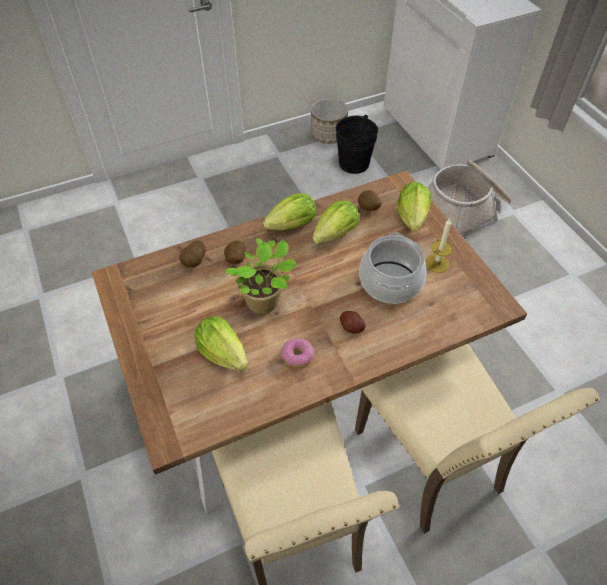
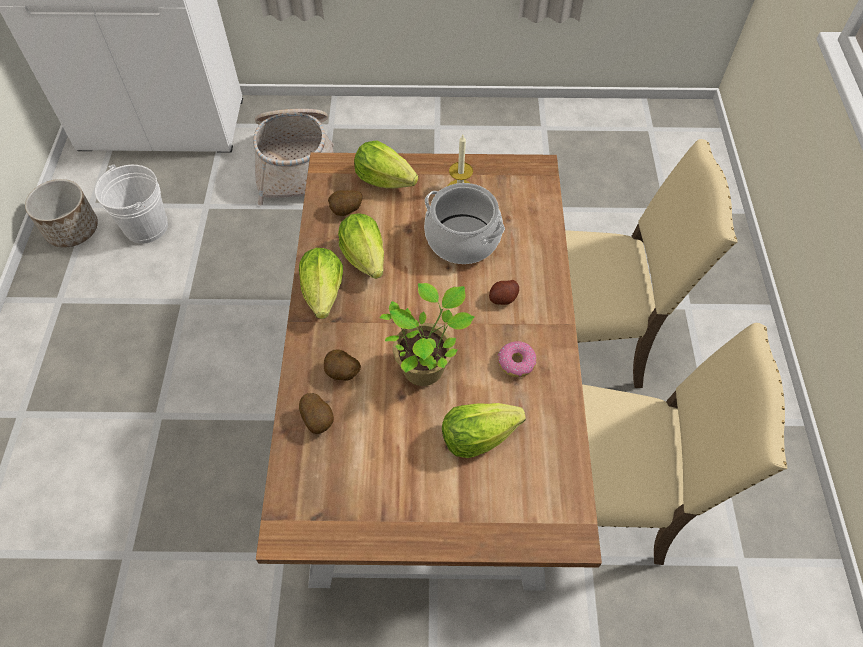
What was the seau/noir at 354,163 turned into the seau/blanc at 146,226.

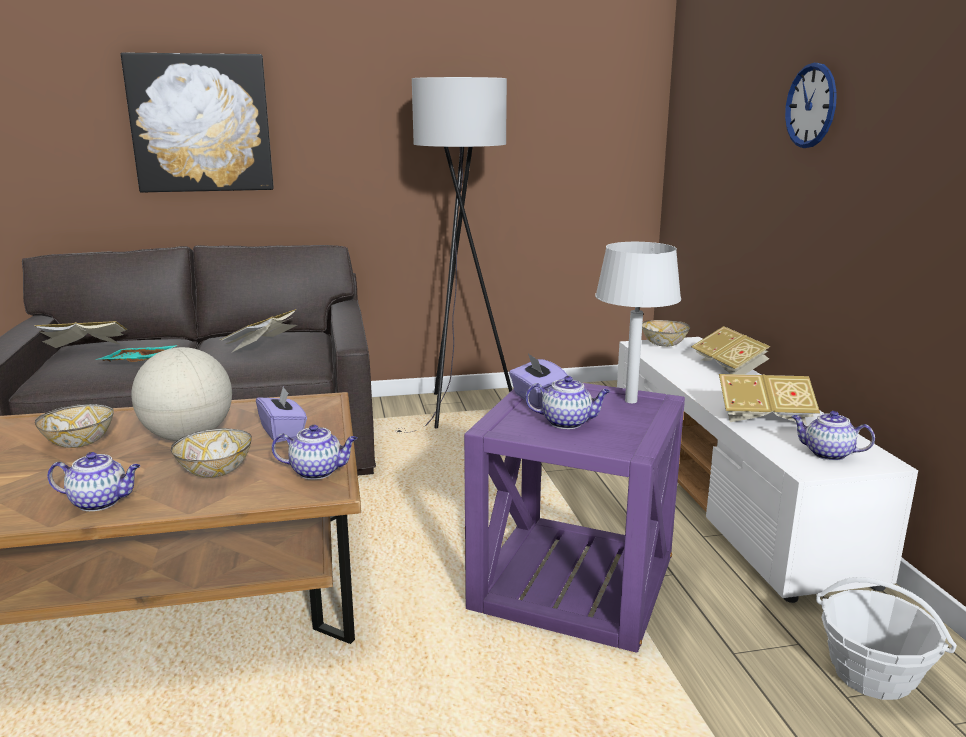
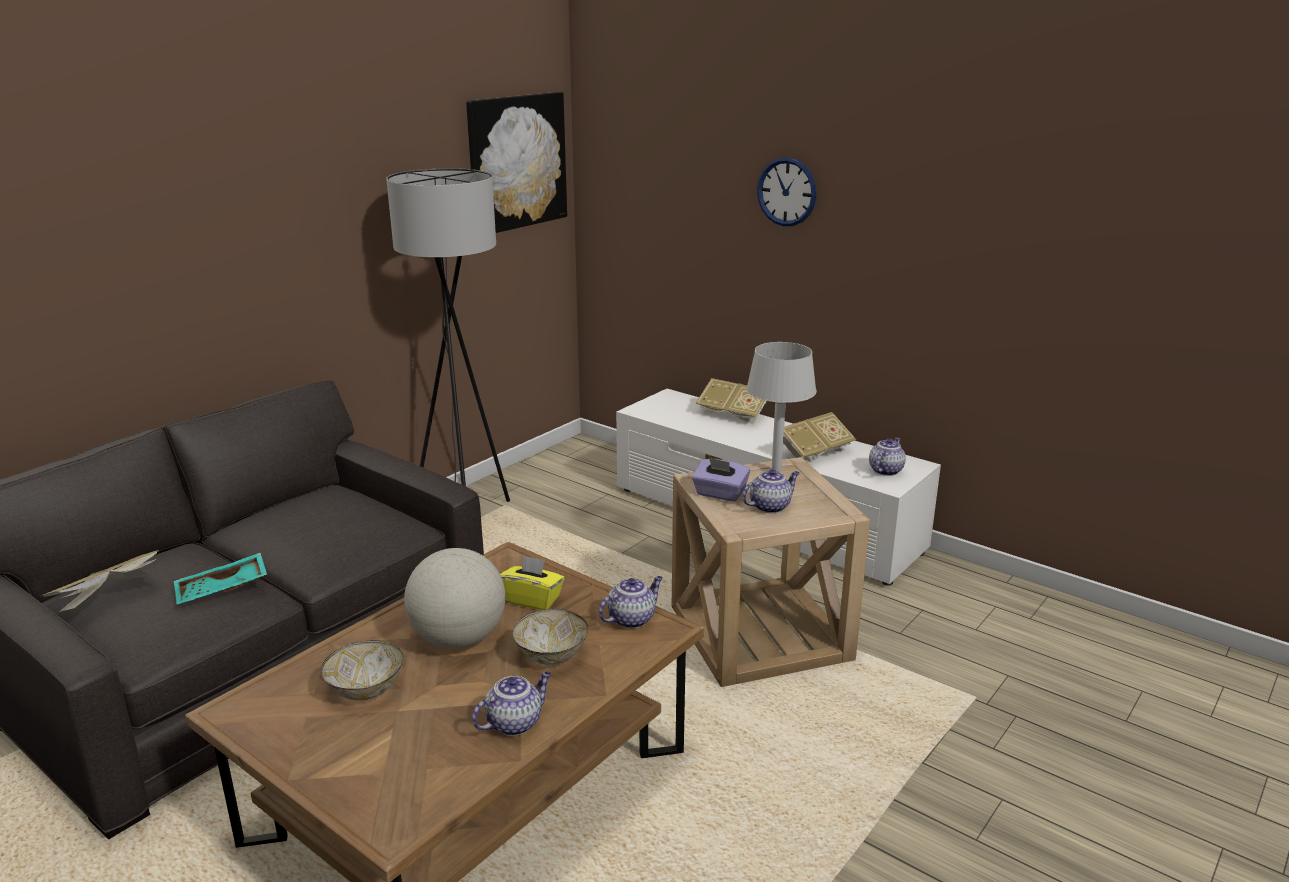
The tableau ended up elsewhere, having gone from 201,123 to 516,162.
What was the boîte à mouchoirs/violet at 283,432 turned into the boîte à mouchoirs/jaune at 532,599.
What was the table d'appoint/violet at 574,582 turned into the table d'appoint/beige at 759,633.
The théière at 827,454 ended up facing another way, 135 degrees clockwise from before.
The second view lost the livre at 262,346.
The second view lost the bol at 664,344.
The second view lost the panier at 872,674.

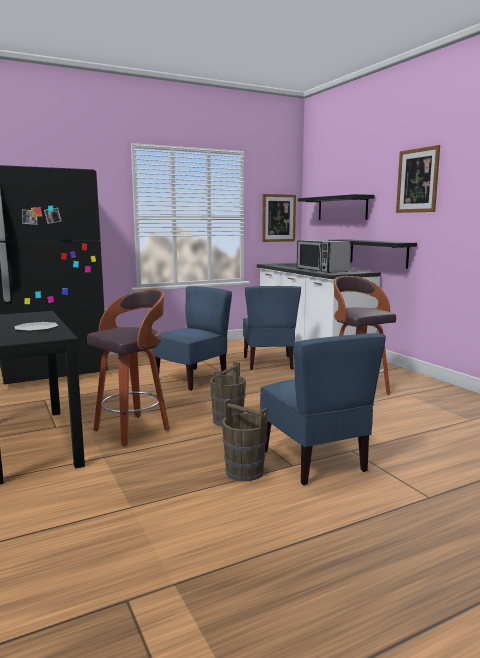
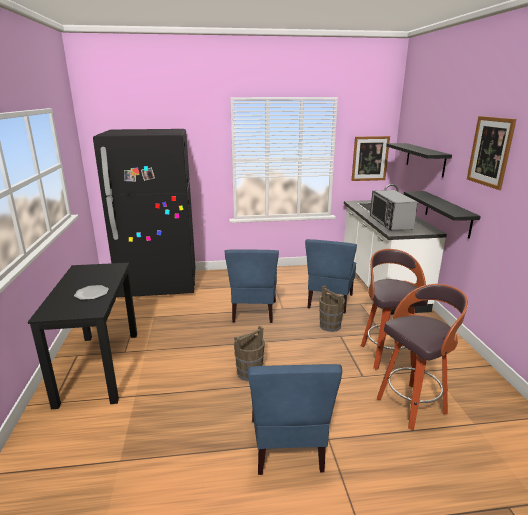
The chaise/bleu at 191,379 ended up facing another way, 120 degrees clockwise from before.
The seau/marron ended up elsewhere, having gone from 245,472 to 330,326.
The tabouret ended up elsewhere, having gone from 133,429 to 412,405.

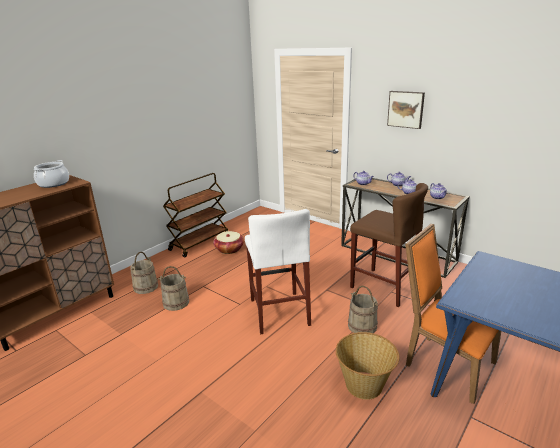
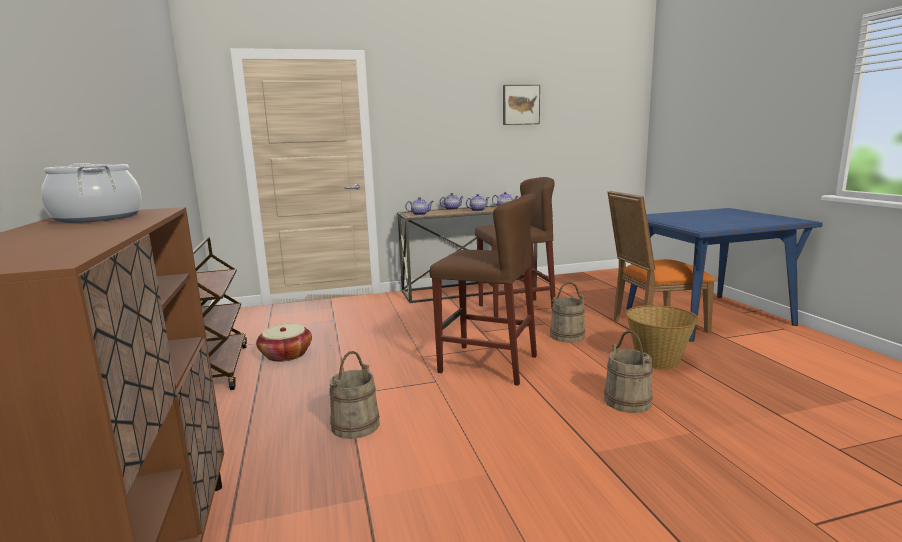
What was the tabouret/blanc at 279,312 turned into the tabouret/marron at 488,364.
The tableau ended up elsewhere, having gone from 406,109 to 520,105.
The seau/beige ended up elsewhere, having gone from 145,287 to 627,401.

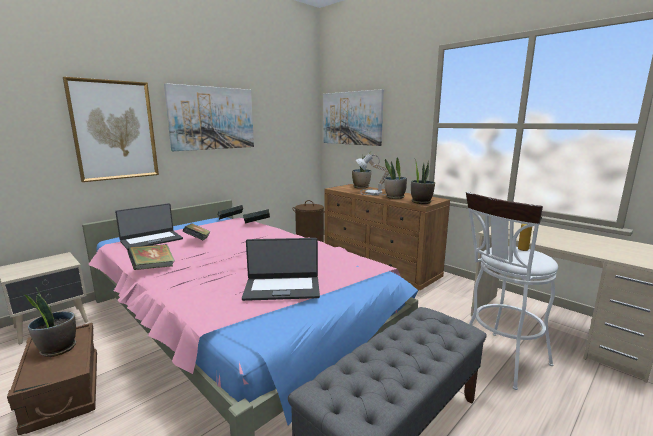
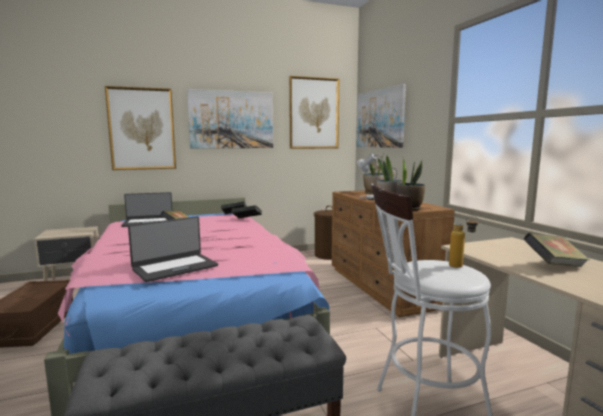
The ordinateur portable at 282,288 ended up facing another way, 60 degrees counterclockwise from before.
The second view gained the tableau at 314,113.
The livre ended up elsewhere, having gone from 153,268 to 554,265.
The second view lost the plante en pot at 57,349.

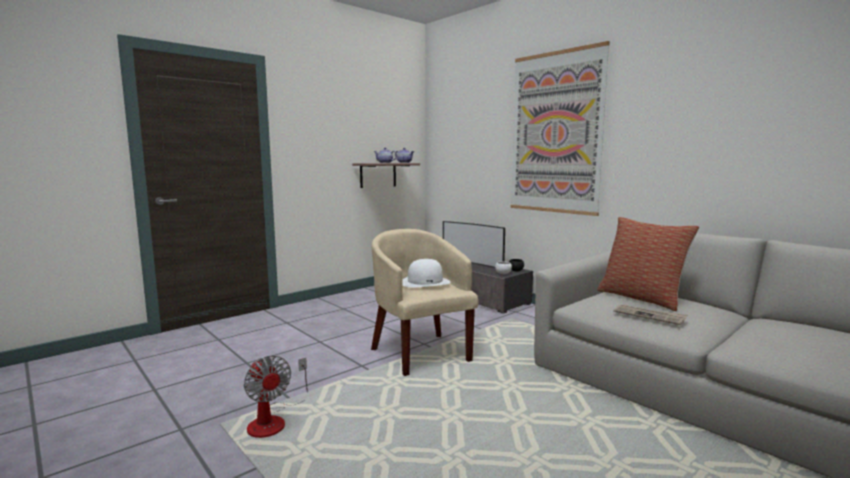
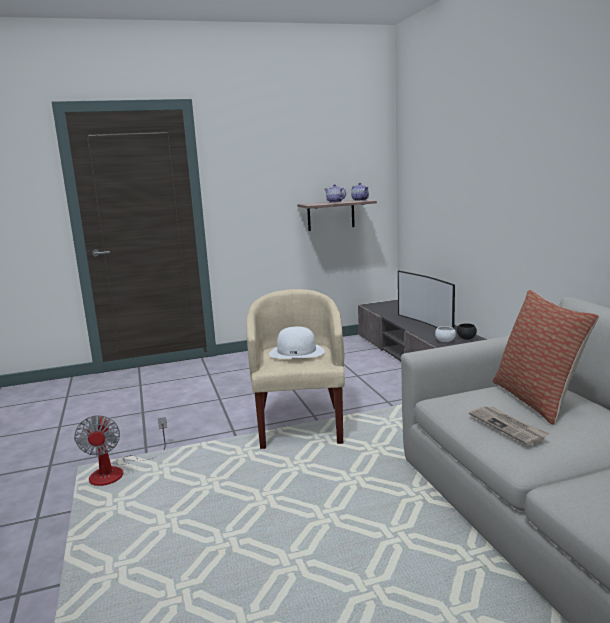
The second view lost the tableau at 555,133.

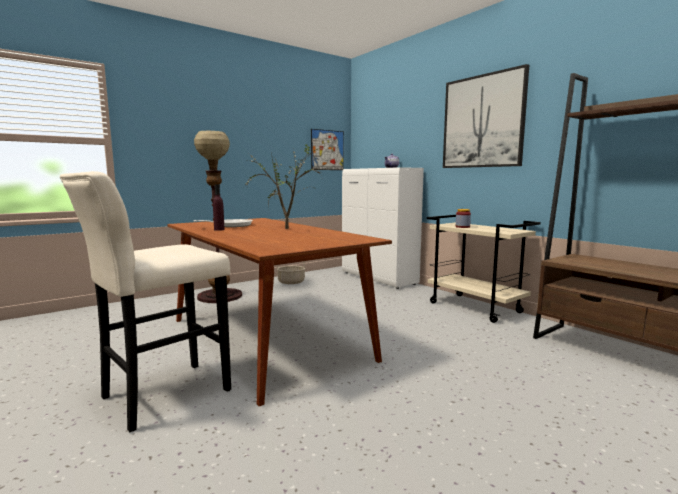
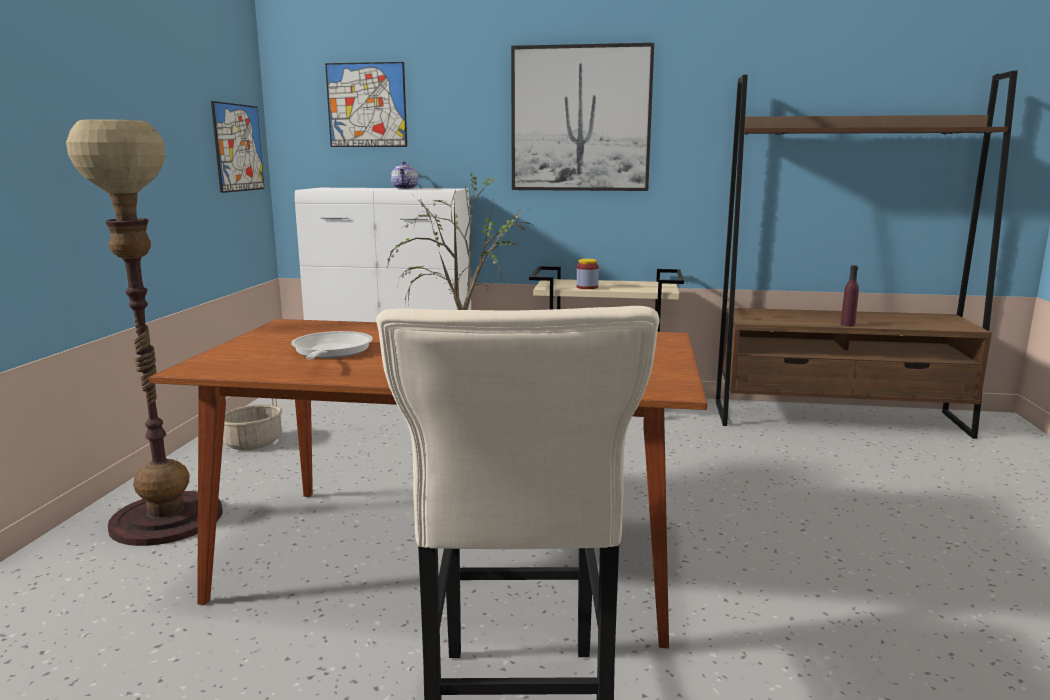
The second view gained the tableau at 366,105.
The bouteille/violet ended up elsewhere, having gone from 219,229 to 847,325.

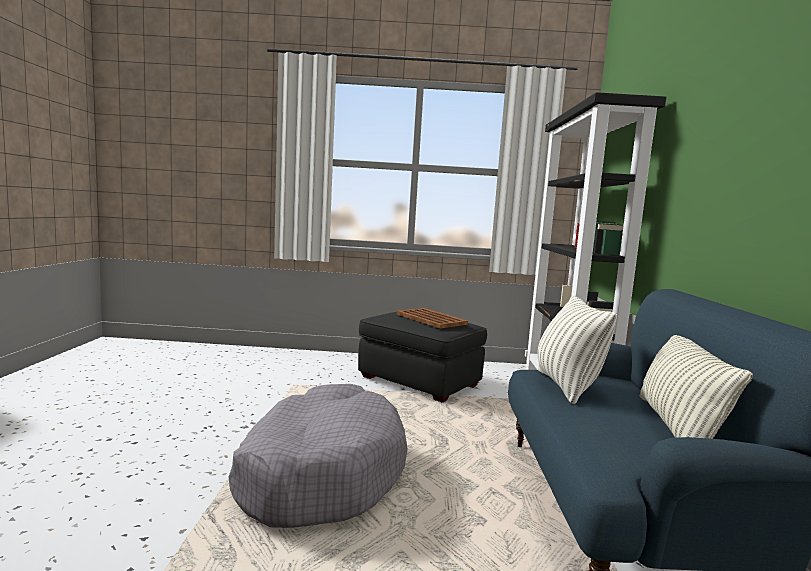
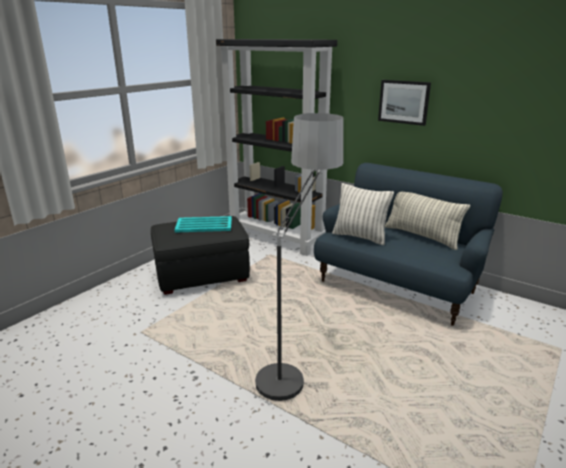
What was the plateau/marron at 431,319 turned into the plateau/turquoise at 204,225.
Where the panier pour chien/gris stood at 320,472, the lampadaire came to stand at 294,360.
The second view gained the tableau at 404,102.

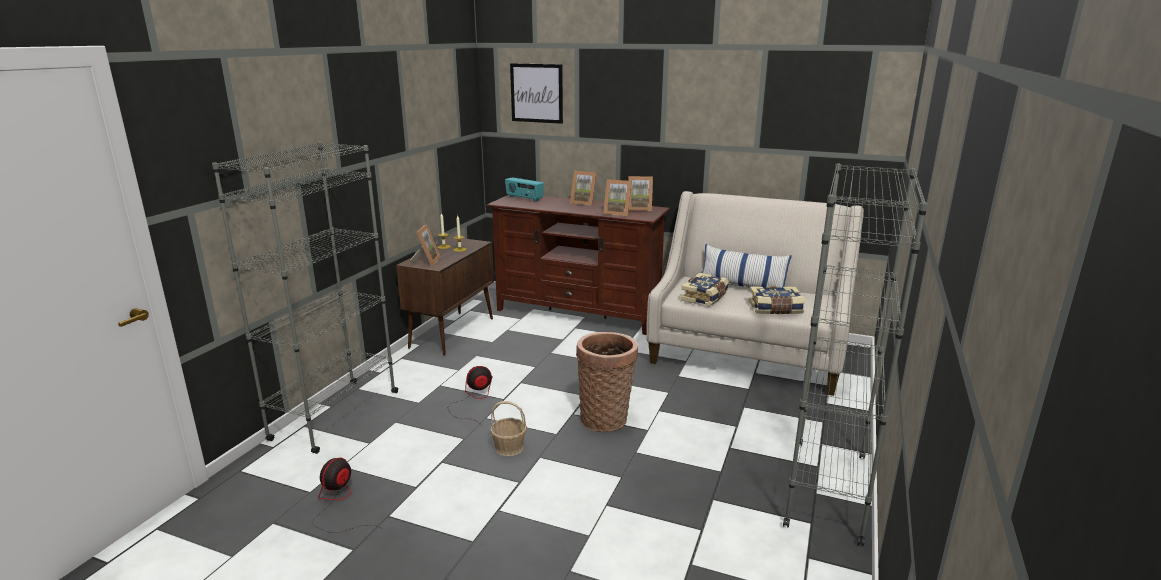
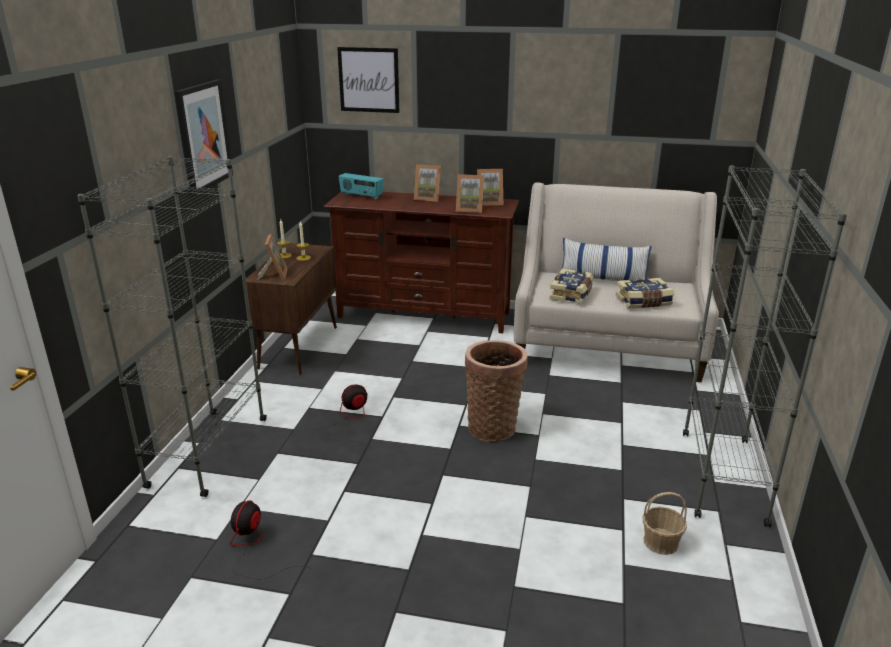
The second view gained the tableau at 203,136.
The panier ended up elsewhere, having gone from 509,447 to 661,542.

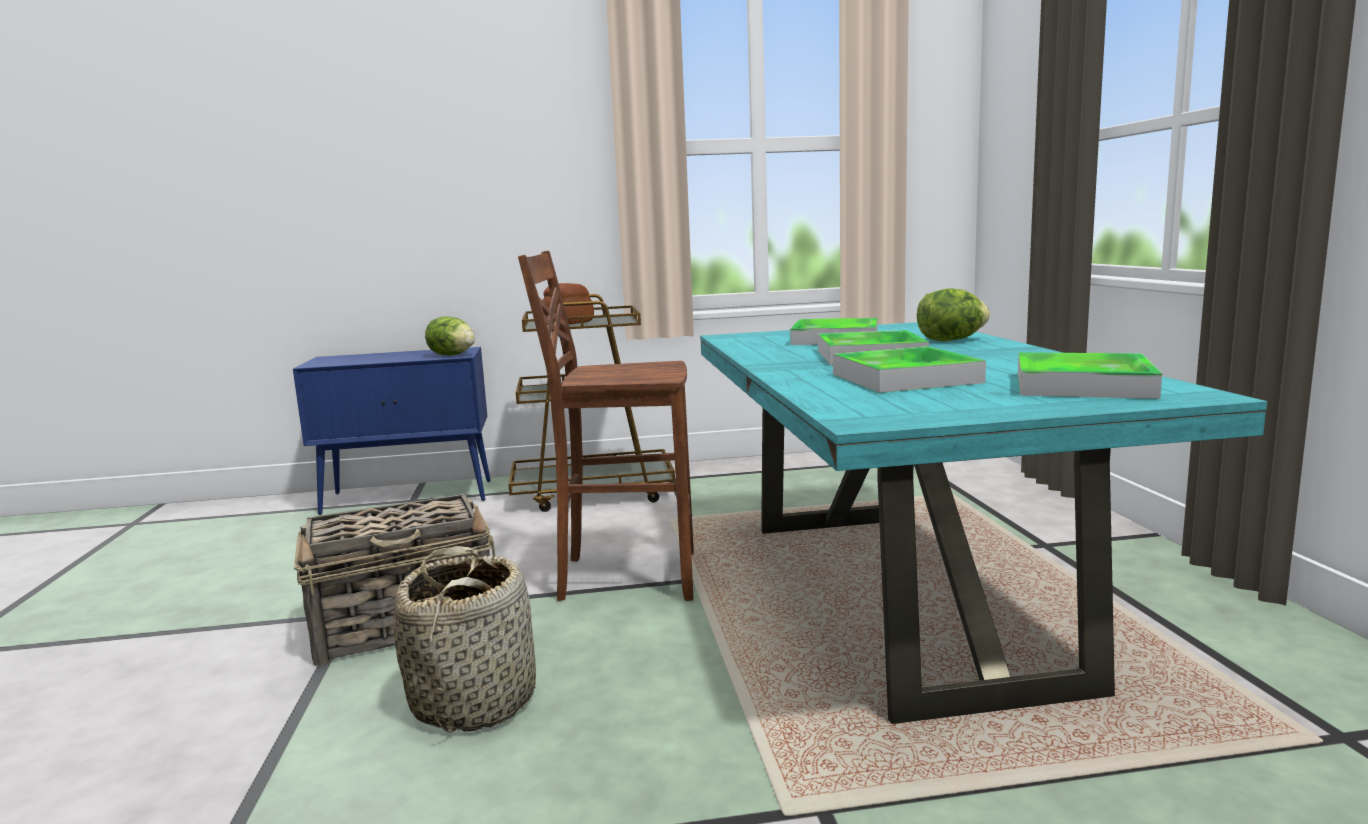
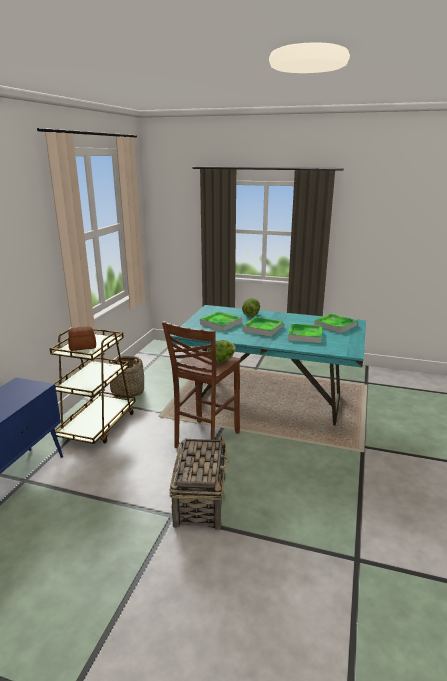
The panier ended up elsewhere, having gone from 474,700 to 127,392.
The laitue ended up elsewhere, having gone from 452,355 to 221,360.

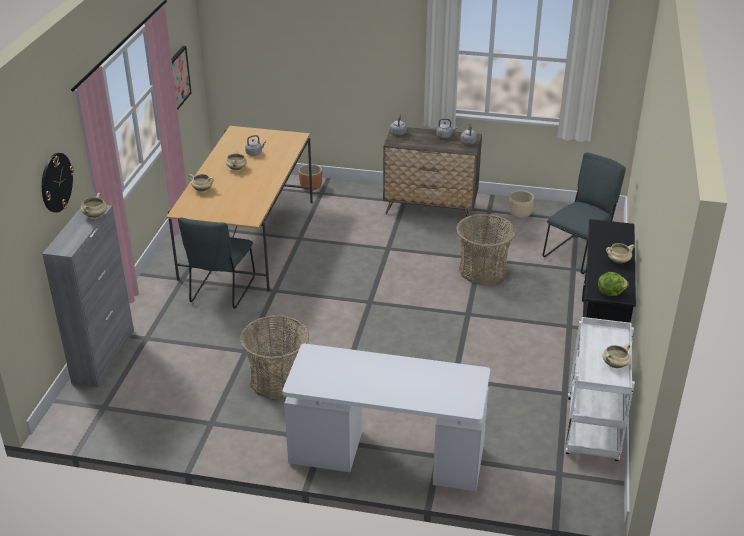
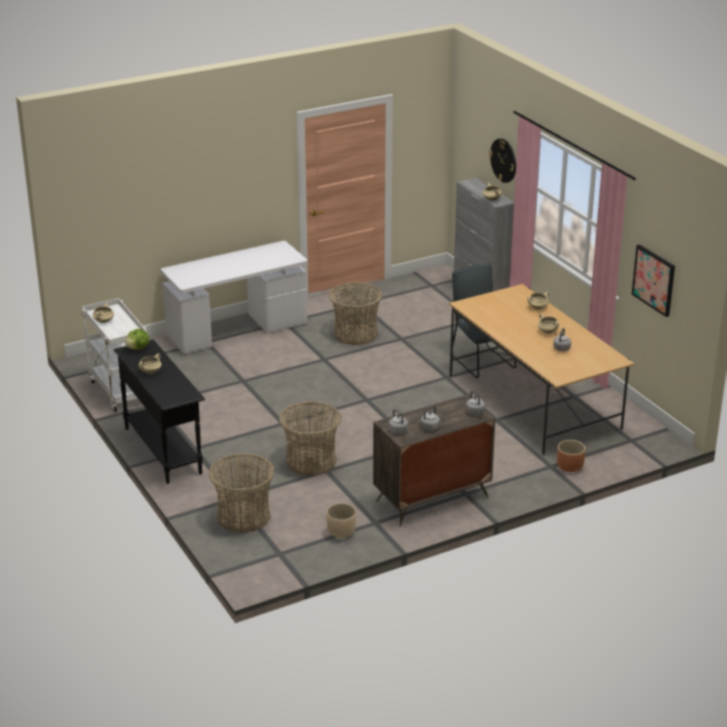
Where the chaise/gris stood at 579,253, the panier came to stand at 243,517.

